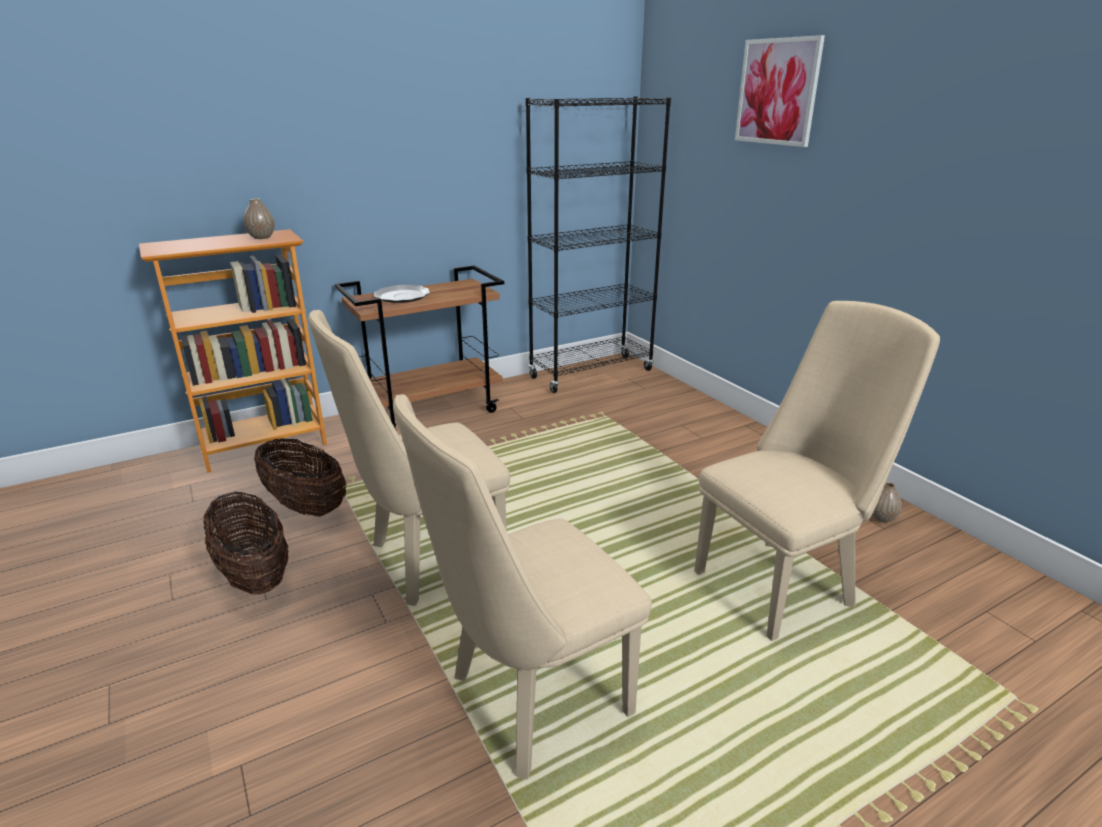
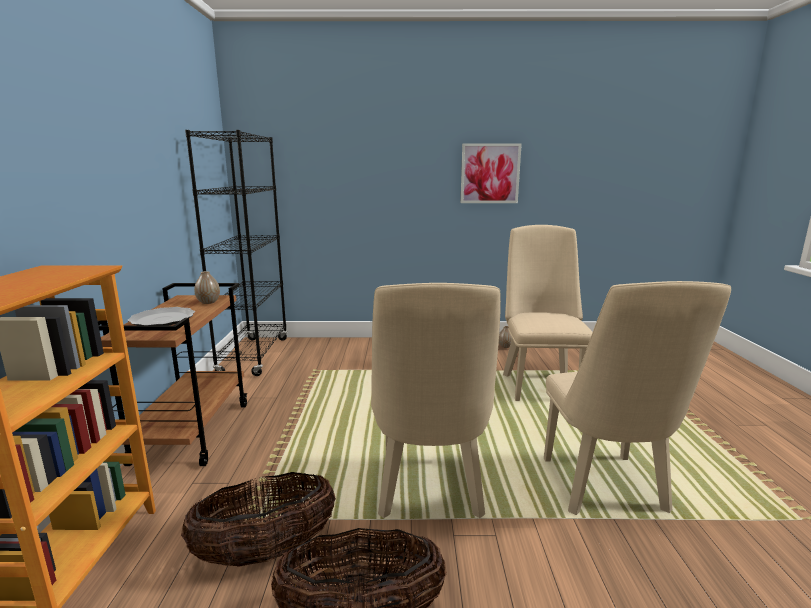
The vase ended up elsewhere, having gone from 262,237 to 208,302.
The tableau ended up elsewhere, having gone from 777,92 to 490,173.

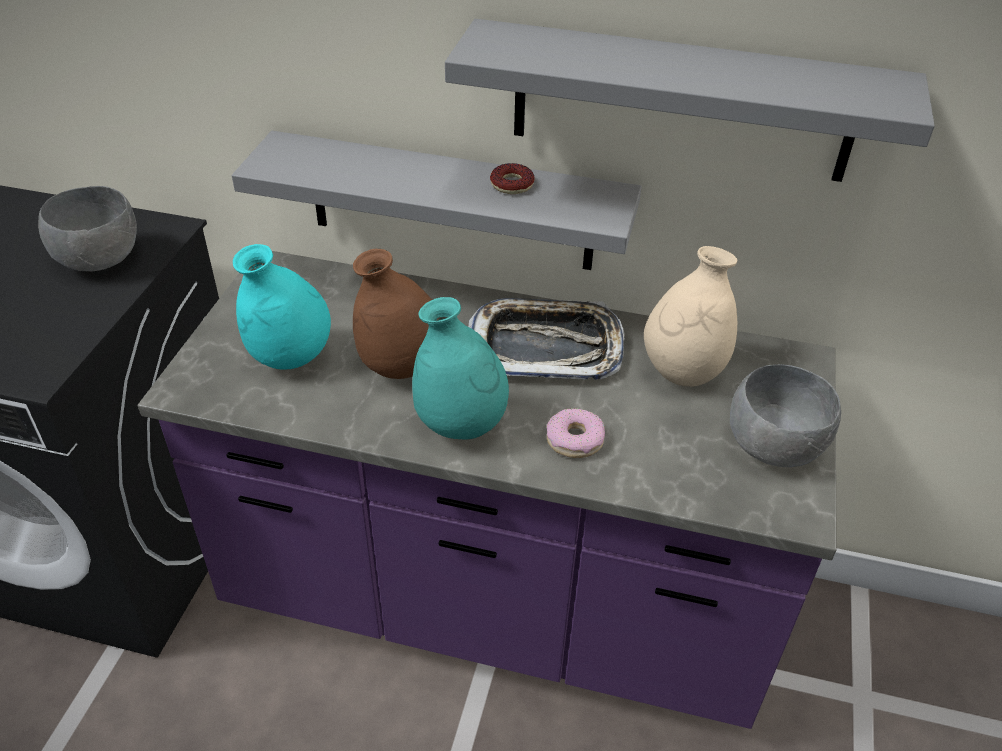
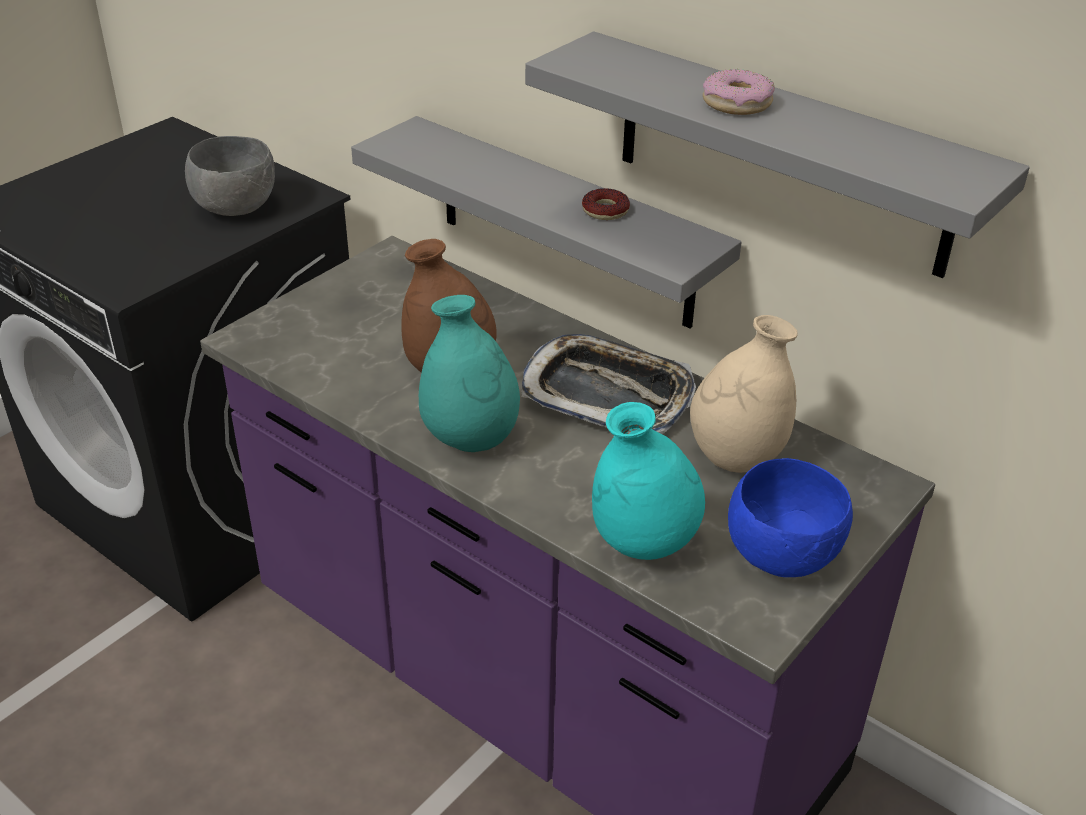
The vase/turquoise ended up elsewhere, having gone from 290,358 to 643,544.
The beignet ended up elsewhere, having gone from 575,440 to 737,103.
What was the bol/gris at 775,446 turned into the bol/bleu at 784,555.

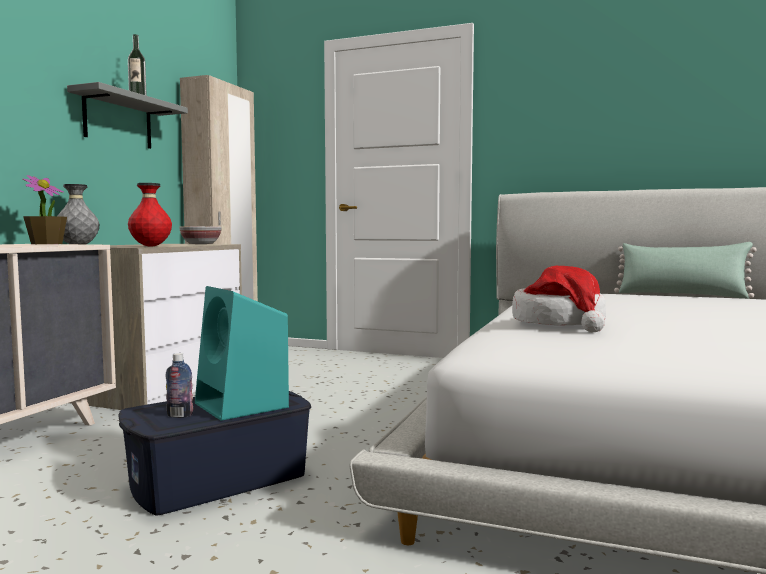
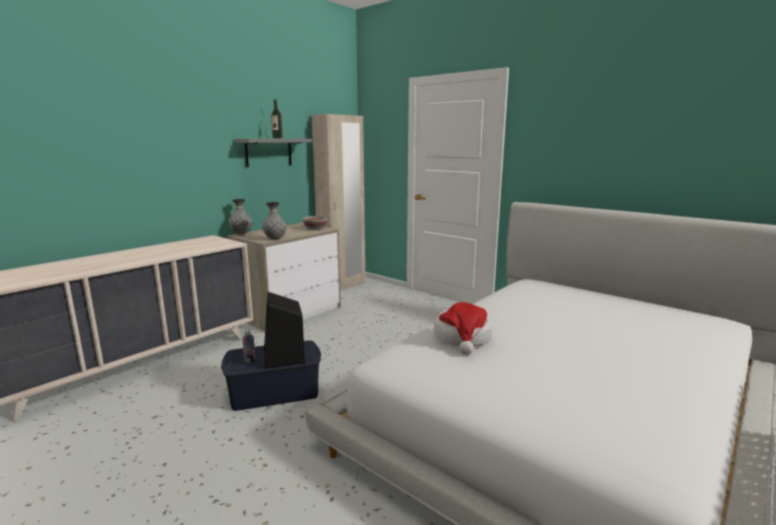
What was the vase/rouge at 151,246 turned into the vase/gris at 275,239.
What was the enceinte/turquoise at 243,406 turned into the enceinte/noir at 284,357.
The second view lost the plante en pot at 47,244.
The second view lost the coussin/vert at 681,295.

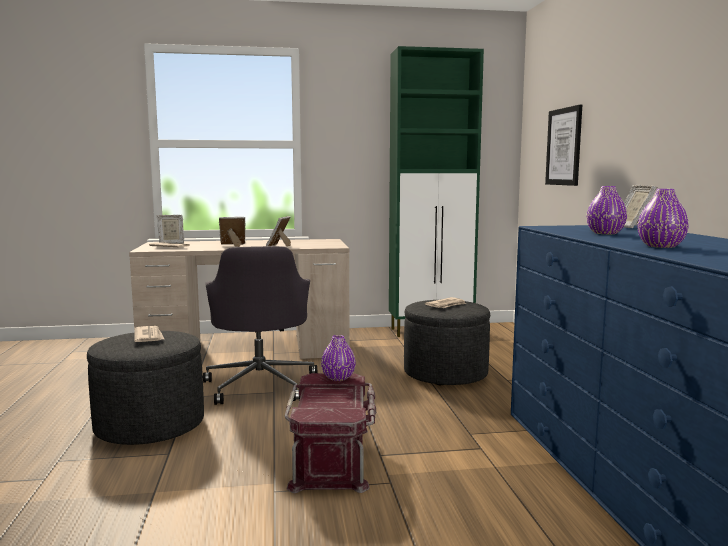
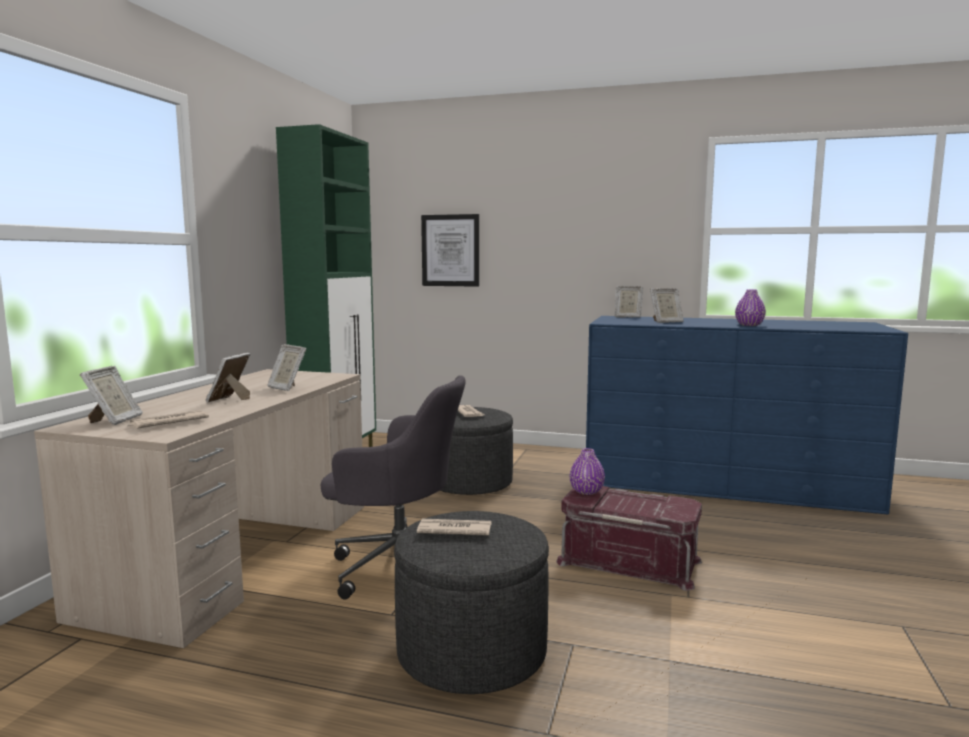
Where the vase/violet stood at 605,233, the cadre photo came to stand at 666,322.

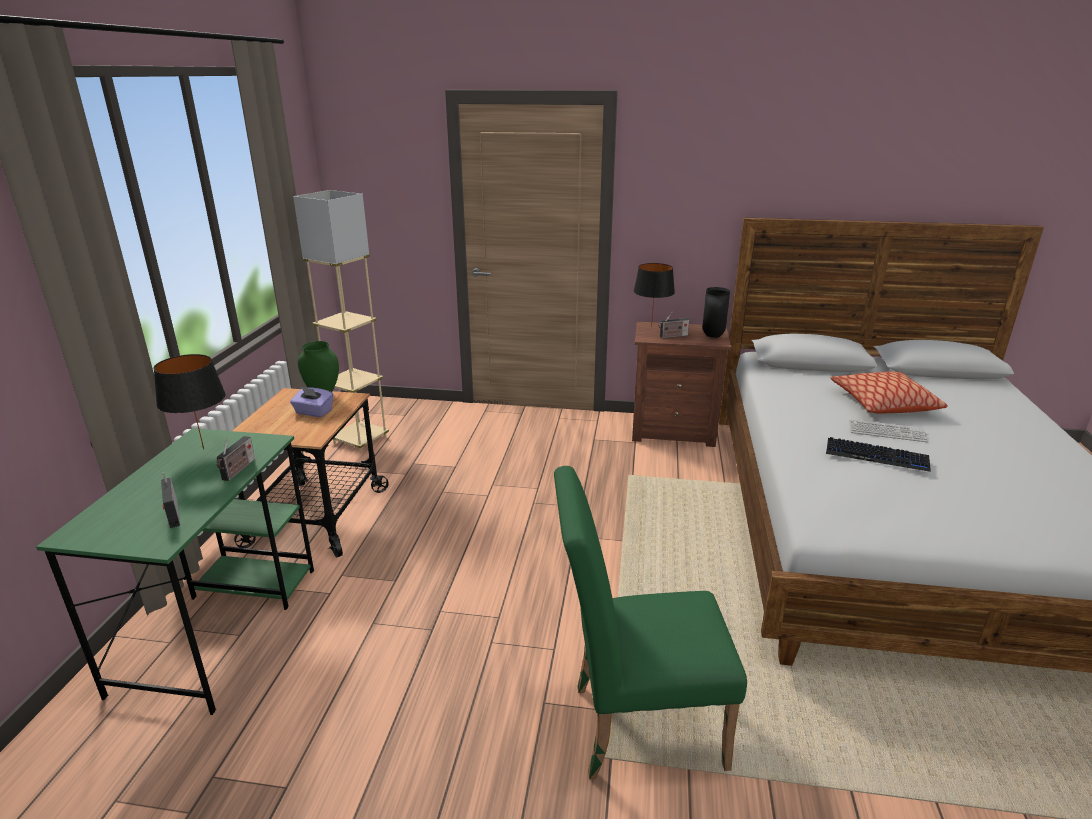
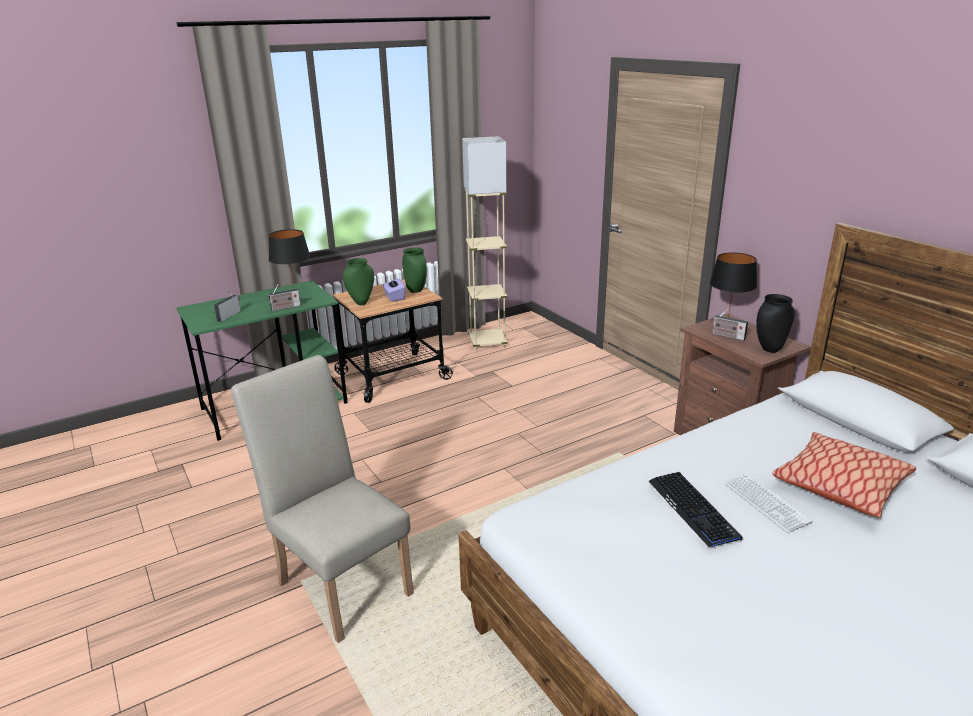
What was the chaise/vert at 635,725 turned into the chaise/beige at 340,582.
The second view gained the vase/vert at 361,303.

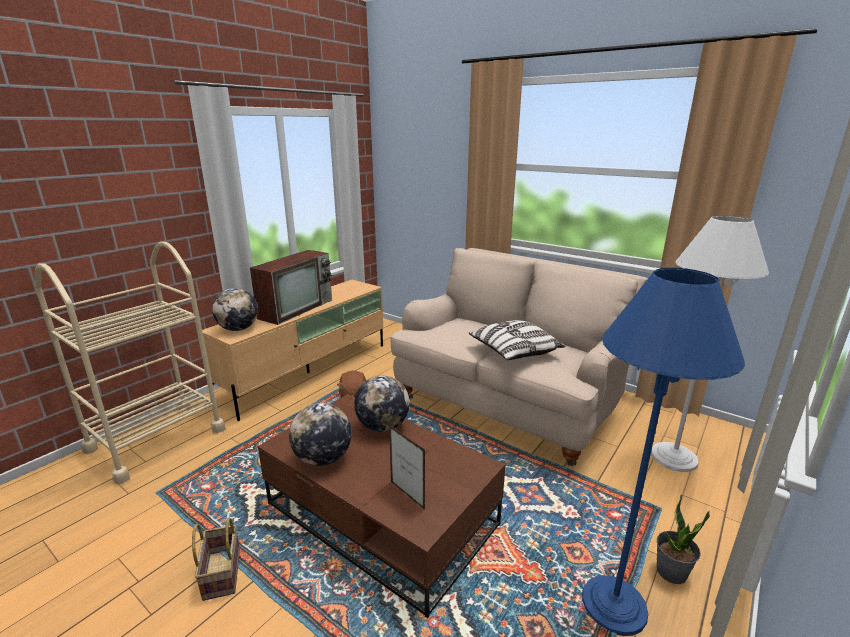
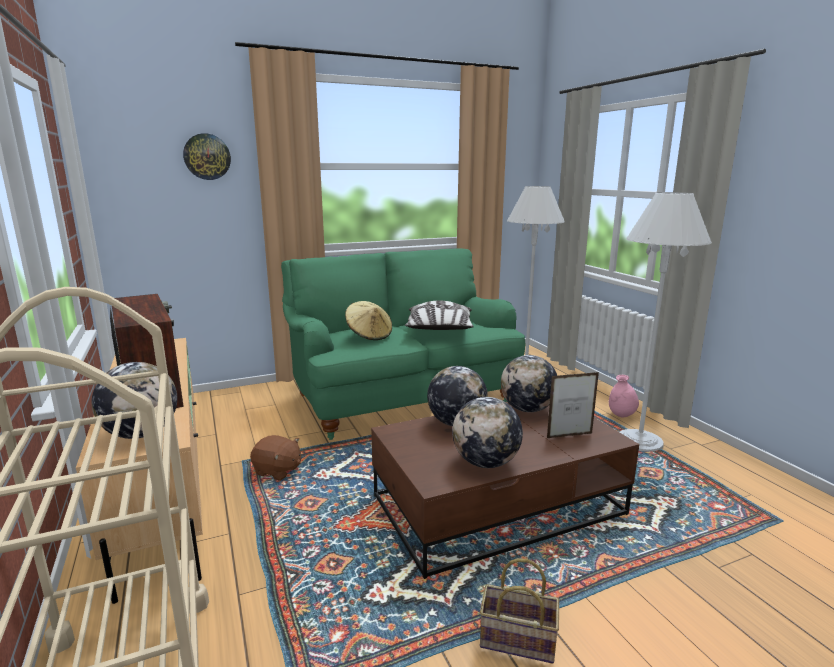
The second view gained the horloge murale at 207,157.
What was the canapé/beige at 509,402 turned into the canapé/vert at 400,398.
The second view gained the chapeau/beige at 369,335.
The second view gained the globe at 527,409.
Where the plante en pot stood at 671,572, the vase/rose came to stand at 621,415.
What was the lampadaire/bleu at 613,605 turned into the lampadaire/blanc at 639,441.

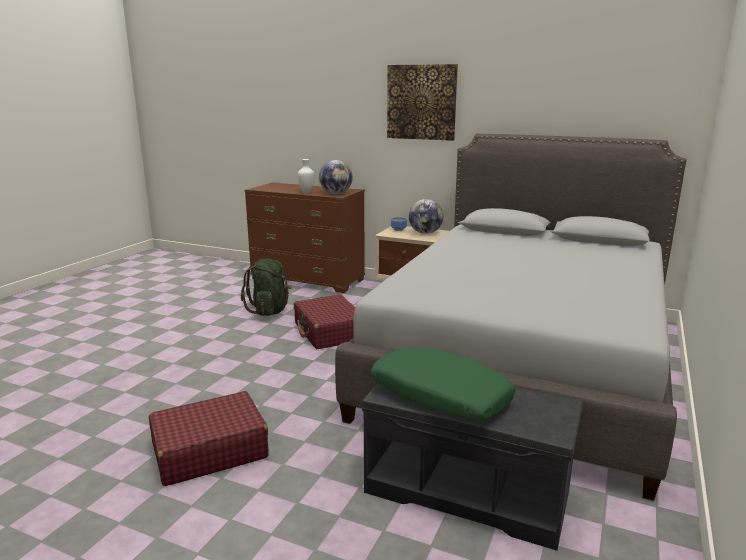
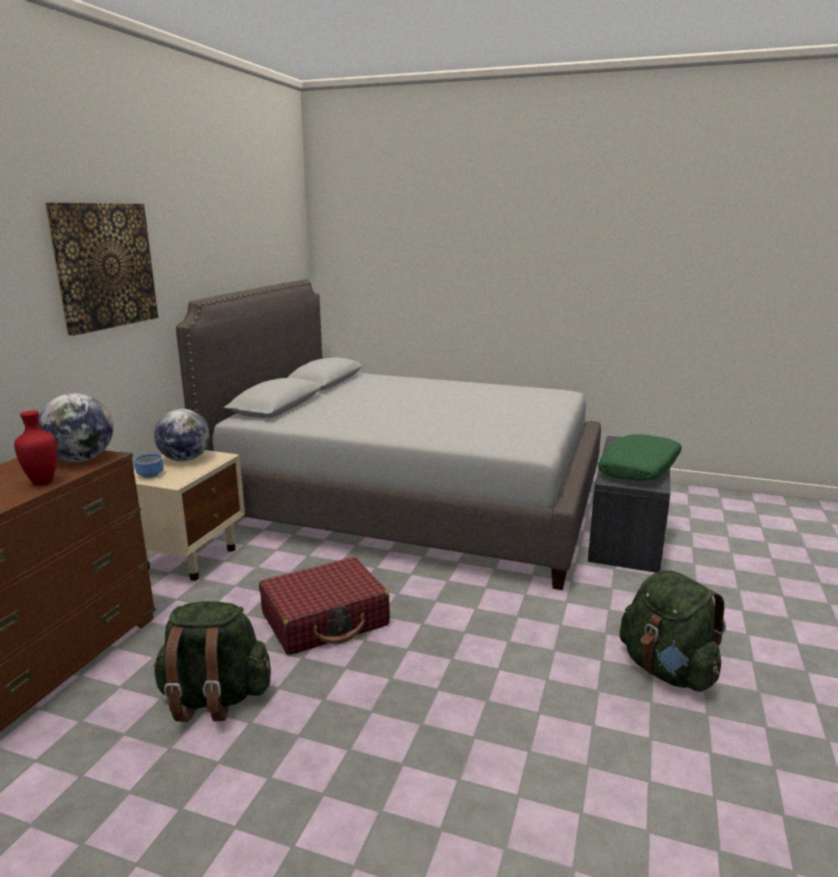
What was the vase/blanc at 306,192 turned into the vase/rouge at 44,483.
Where the valise/rouge stood at 209,451, the sac à dos/vert came to stand at 667,670.

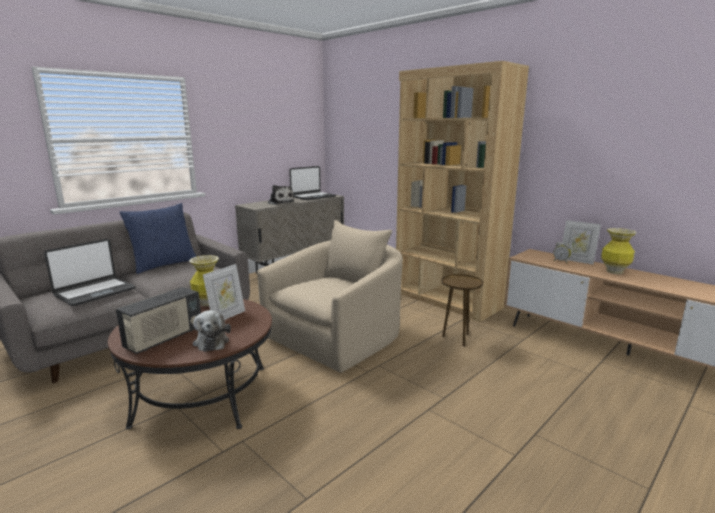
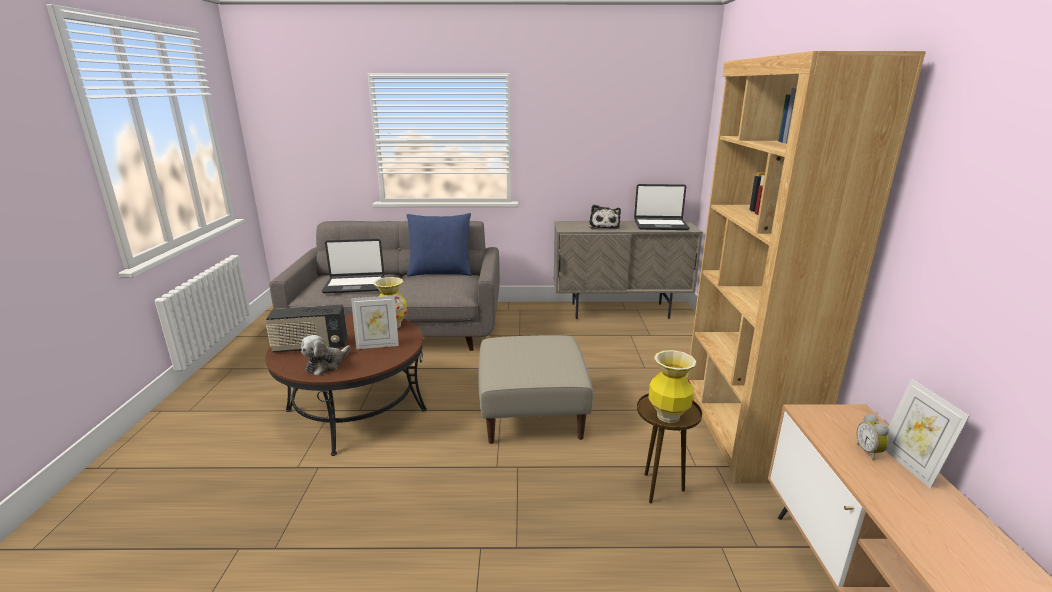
Where the fauteuil/beige stood at 338,337, the pouf/beige came to stand at 532,413.
The vase ended up elsewhere, having gone from 614,271 to 668,416.

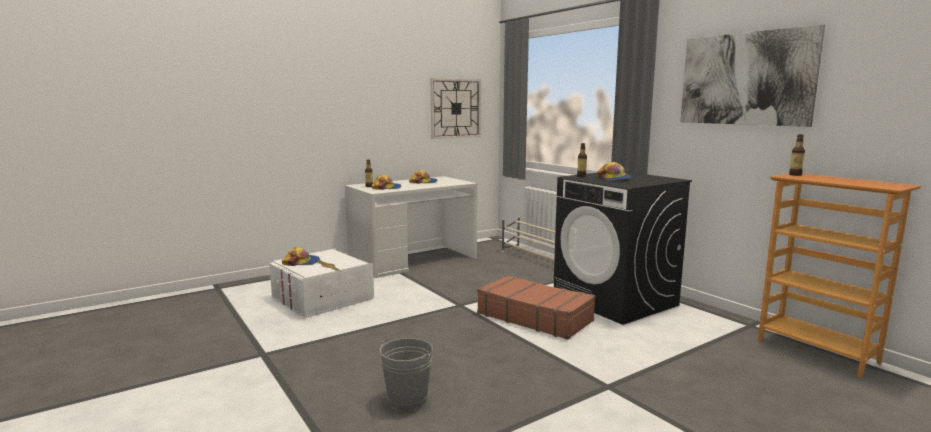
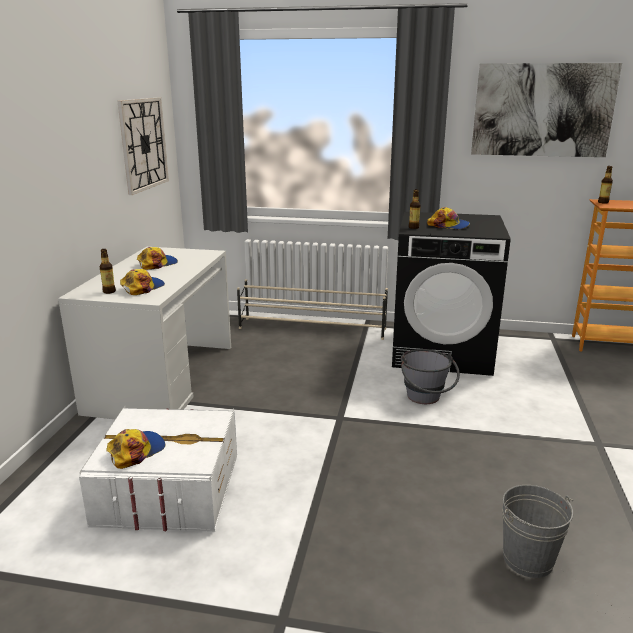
Where the valise/marron stood at 534,317, the seau/gris came to stand at 426,400.

